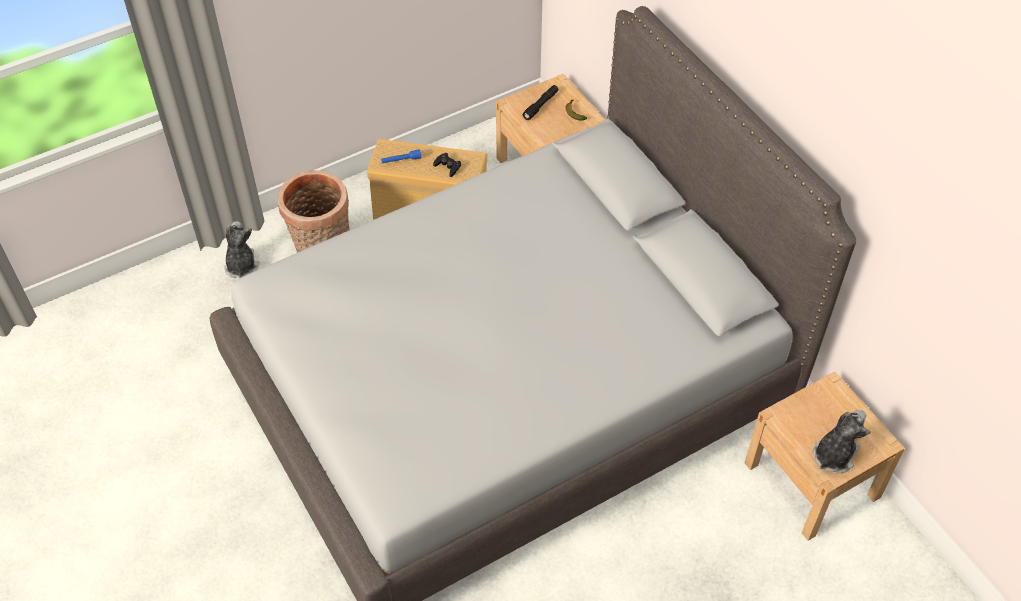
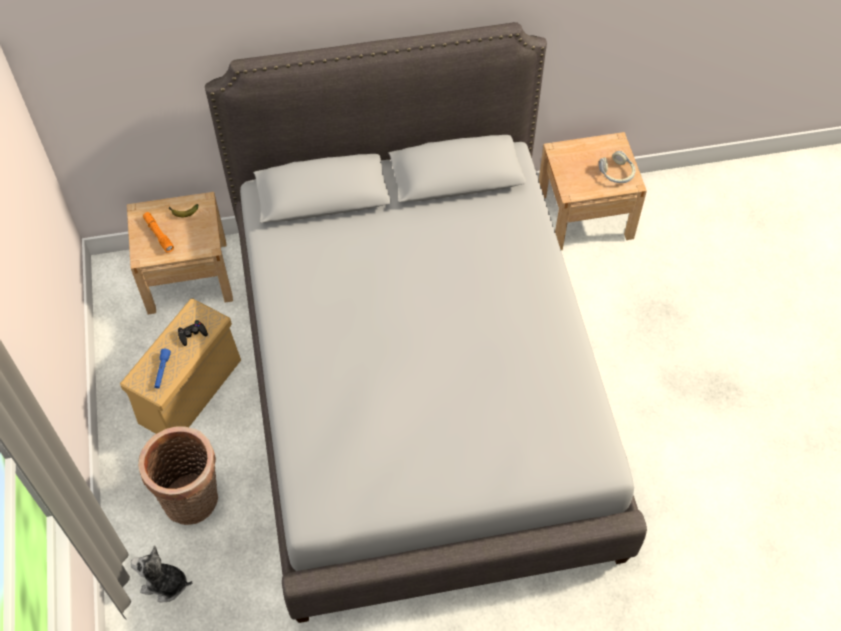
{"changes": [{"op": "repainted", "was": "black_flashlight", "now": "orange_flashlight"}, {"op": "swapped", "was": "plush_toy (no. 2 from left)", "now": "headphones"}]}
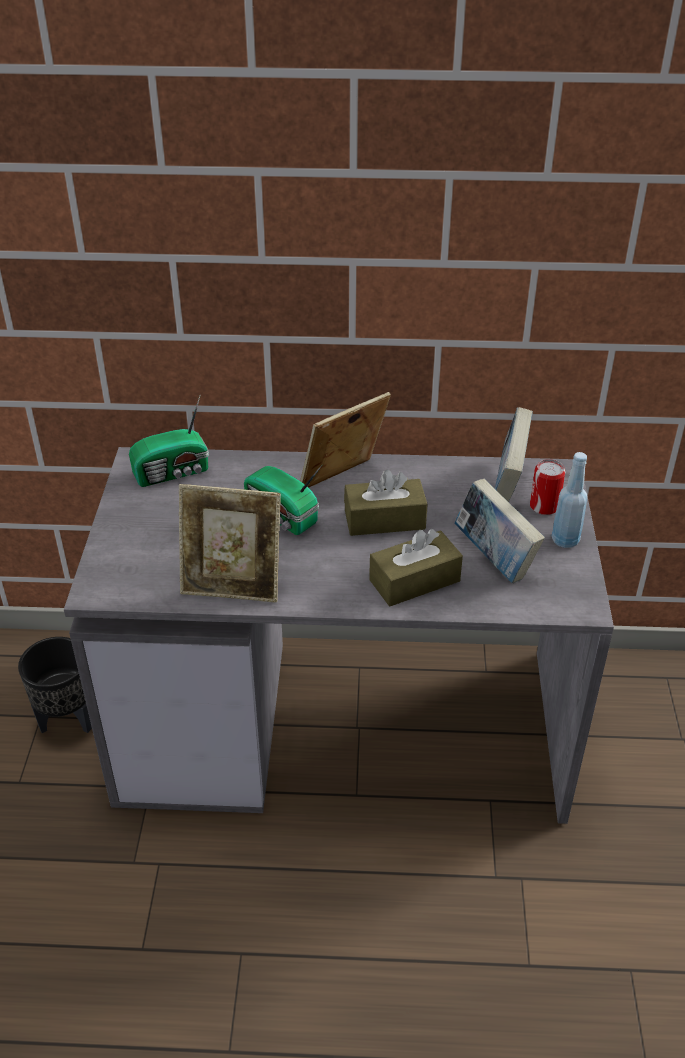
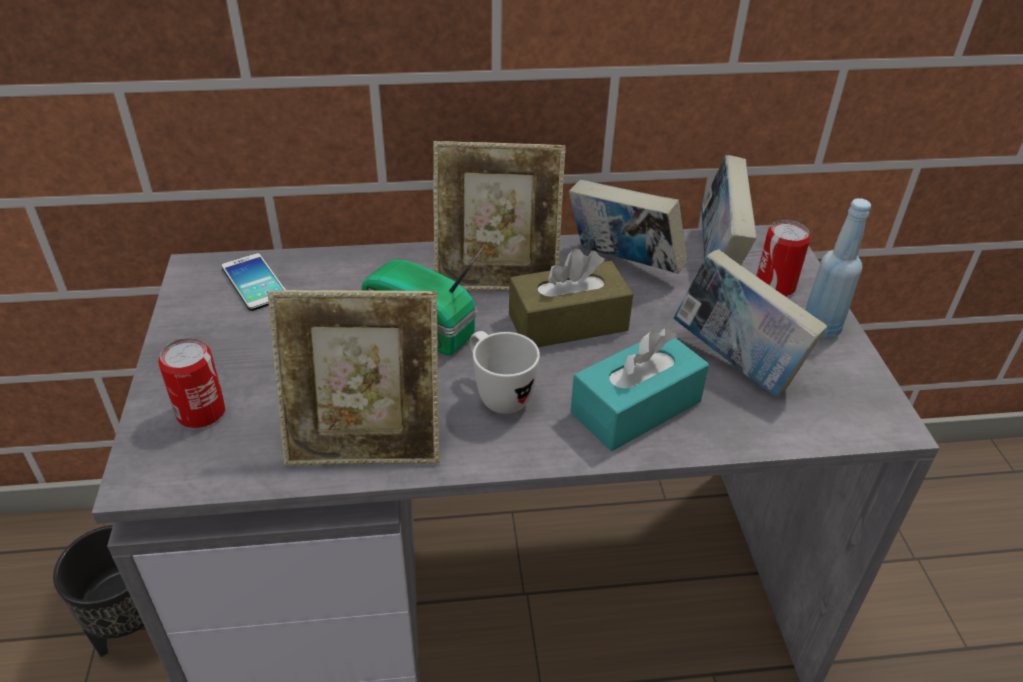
{"changes": [{"op": "rotated", "was": "picture_frame (no. 2 from left)", "clockwise": -135}, {"op": "swapped", "was": "radio (no. 1 from left)", "now": "phone"}, {"op": "repainted", "was": "brown_tissue_box (no. 2 from left)", "now": "turquoise_tissue_box"}, {"op": "new", "now": "book (no. 1 from left)"}, {"op": "new", "now": "white_mug"}, {"op": "new", "now": "can (no. 1 from left)"}]}
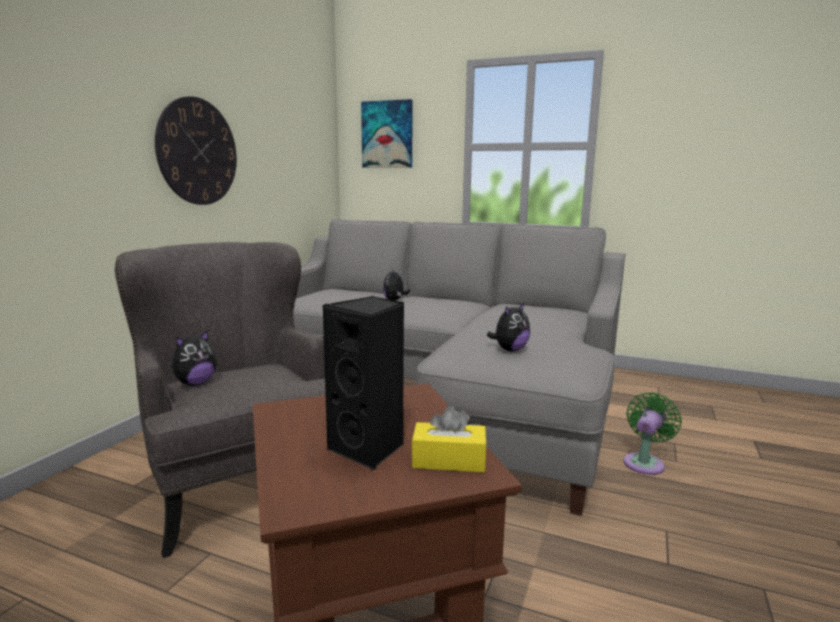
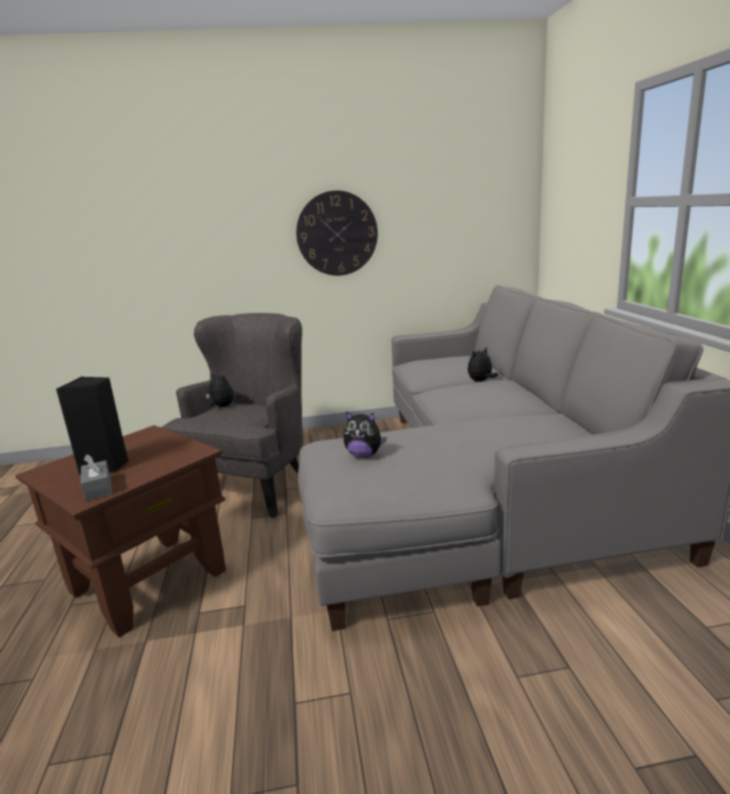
{"changes": [{"op": "gone", "was": "picture"}, {"op": "rotated", "was": "plush_toy (no. 1 from left)", "clockwise": -150}, {"op": "gone", "was": "green_fan"}, {"op": "repainted", "was": "yellow_tissue_box", "now": "grey_tissue_box"}]}
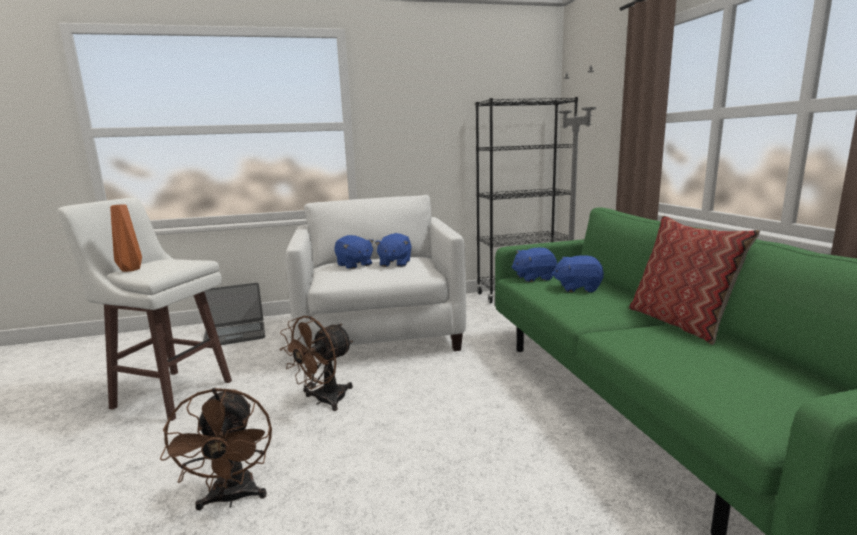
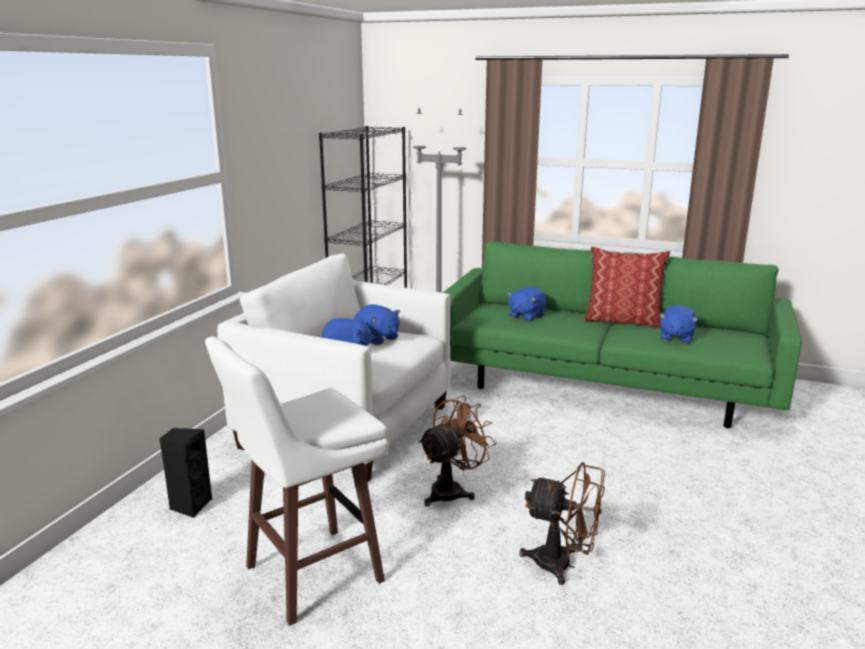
{"changes": [{"op": "gone", "was": "orange_vase"}, {"op": "shifted", "was": "blue_plush_toy (no. 3 from left in the first image)", "now": "blue_plush_toy (no. 4 from left)"}, {"op": "swapped", "was": "laptop", "now": "black_speaker"}, {"op": "rotated", "was": "brown_fan (no. 2 from left in the first image)", "clockwise": -120}]}
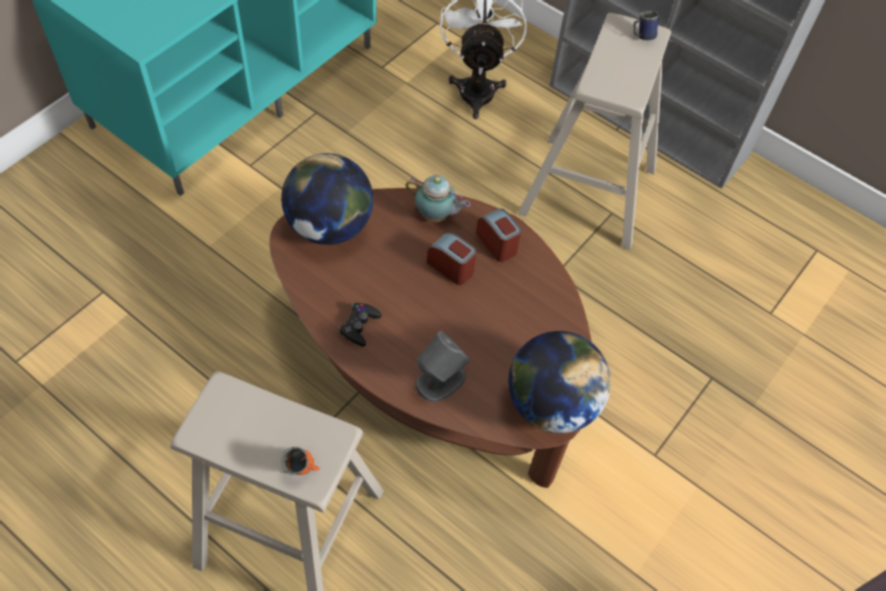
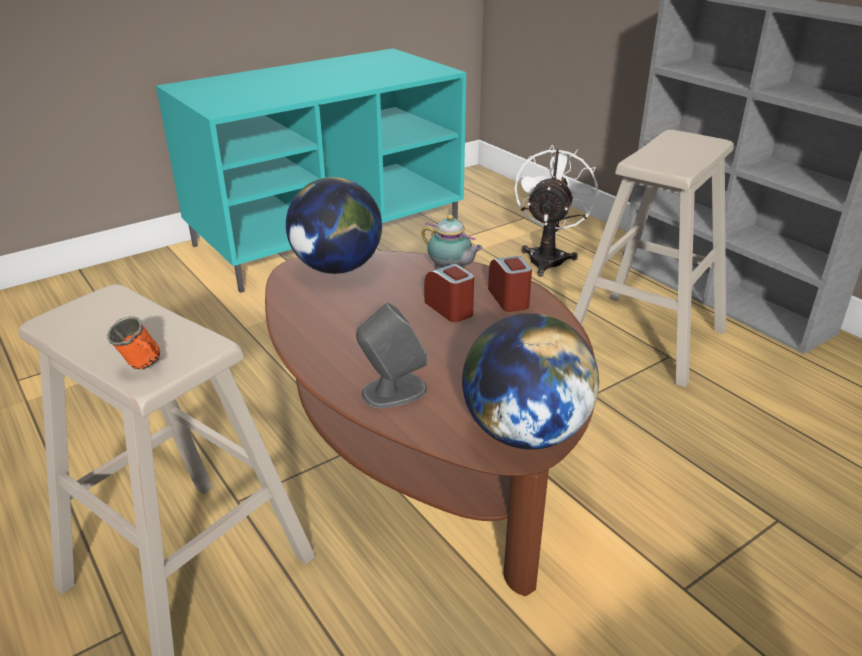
{"changes": [{"op": "gone", "was": "blue_mug"}, {"op": "gone", "was": "black_game_controller"}]}
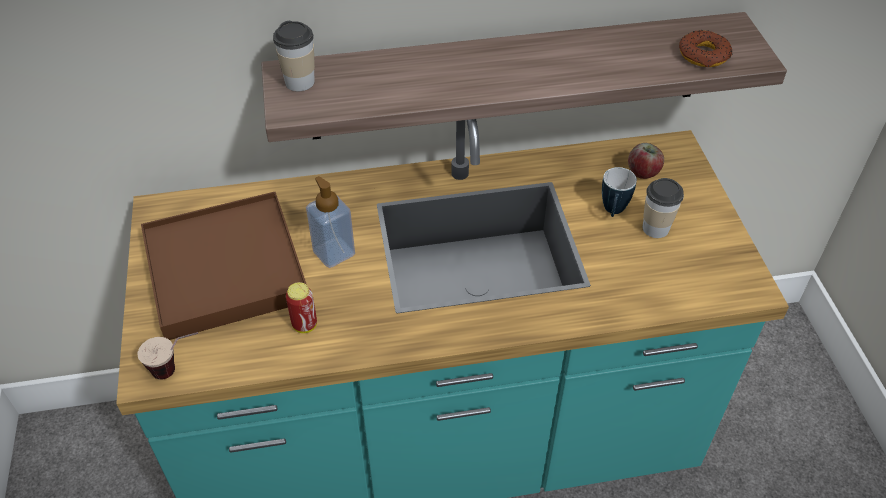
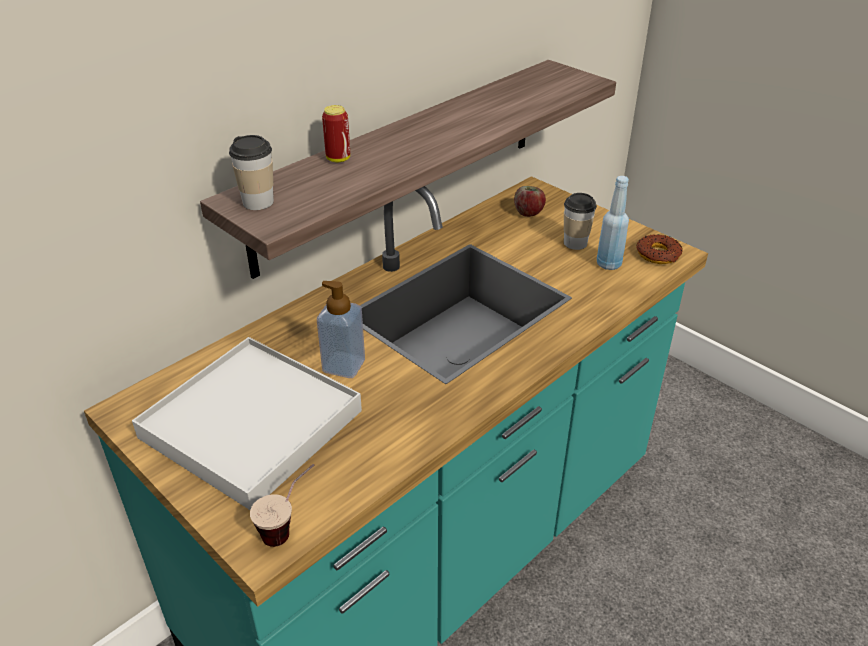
{"changes": [{"op": "shifted", "was": "donut"}, {"op": "gone", "was": "mug"}, {"op": "repainted", "was": "brown_tray", "now": "white_tray"}, {"op": "shifted", "was": "can"}, {"op": "new", "now": "blue_bottle"}]}
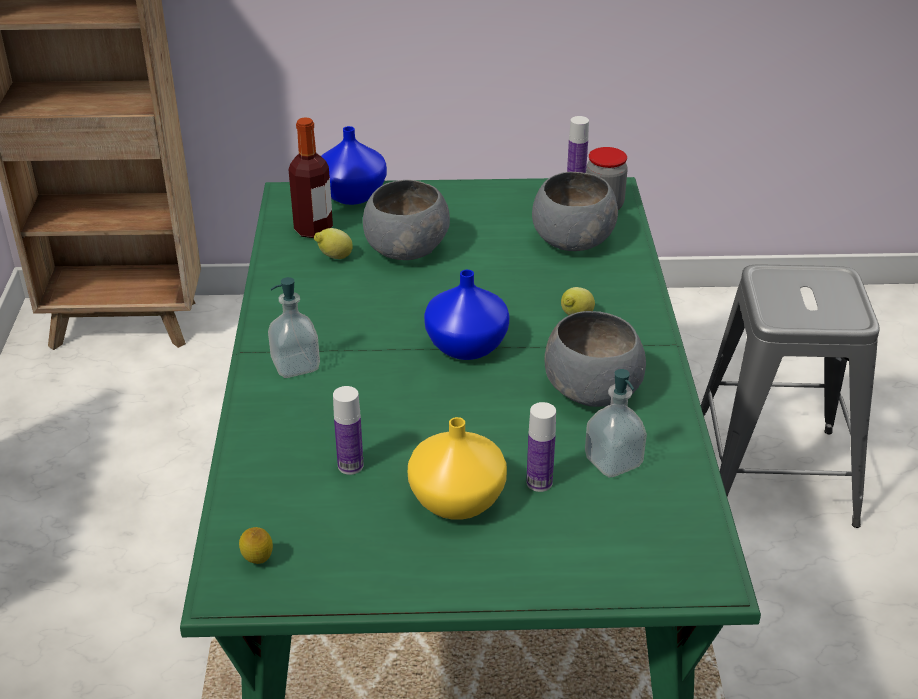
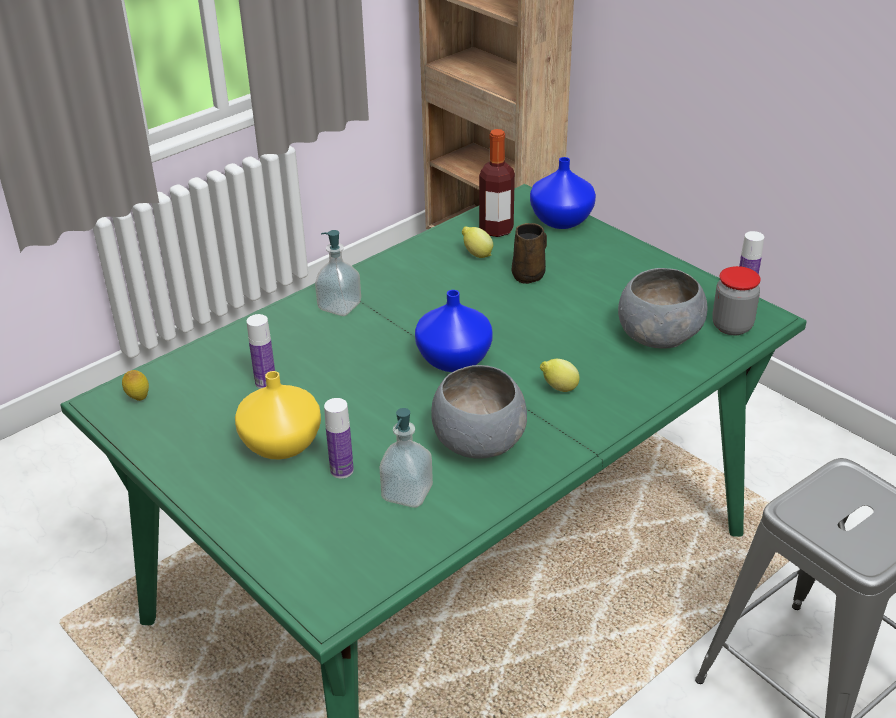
{"changes": [{"op": "swapped", "was": "grey_bowl (no. 1 from left)", "now": "brown_mug"}]}
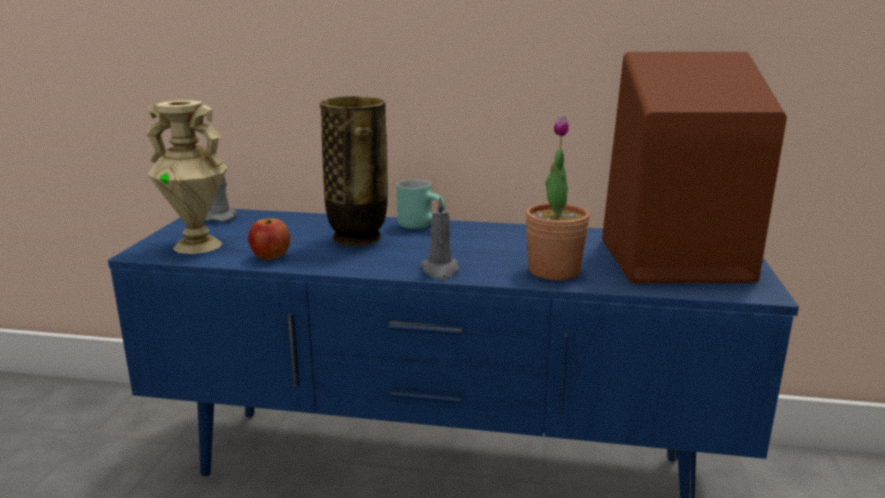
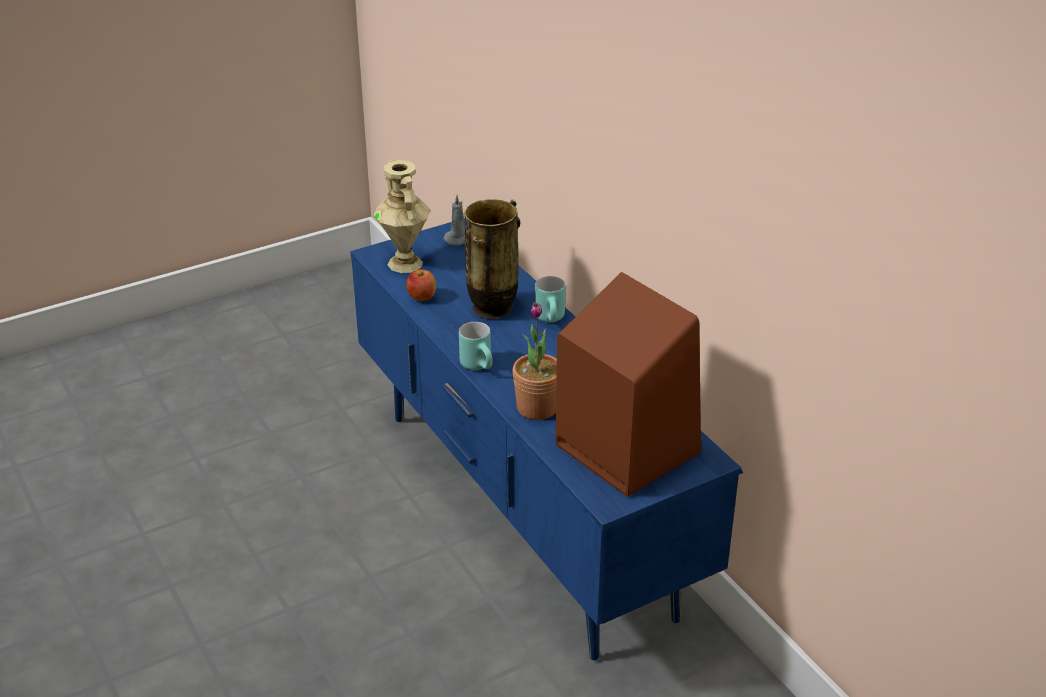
{"changes": [{"op": "swapped", "was": "grey_candle (no. 2 from left)", "now": "turquoise_mug (no. 1 from left)"}]}
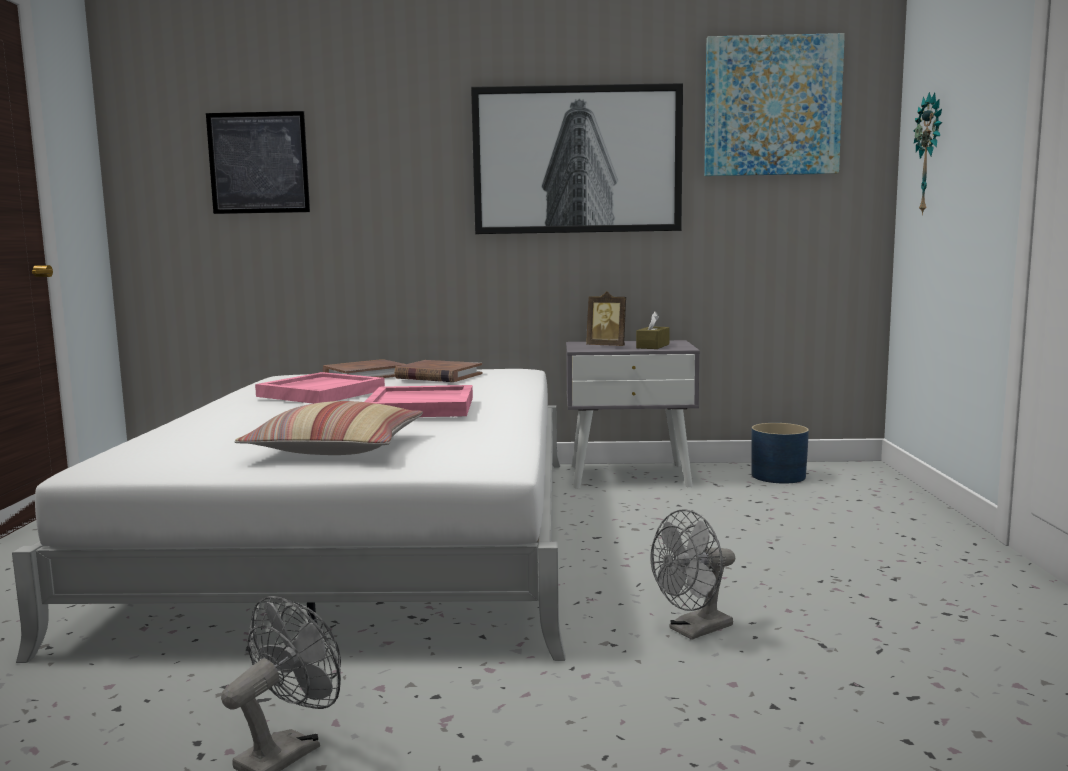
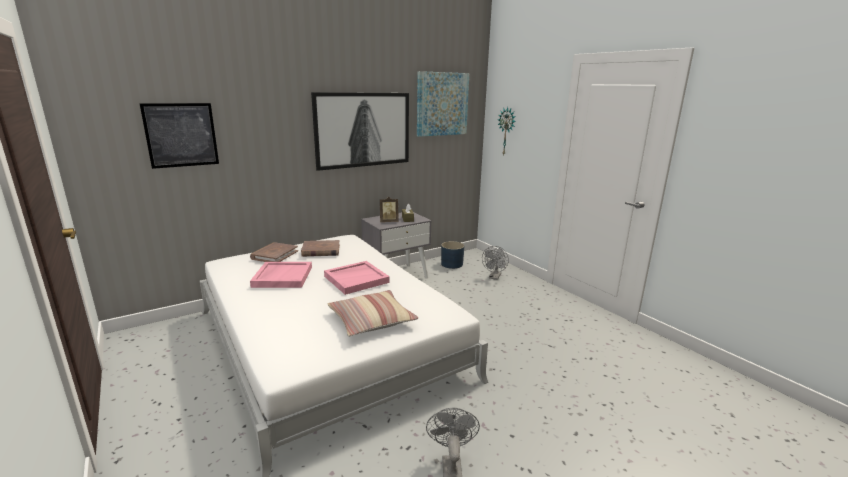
{"changes": [{"op": "shifted", "was": "grey_fan (no. 2 from left)"}]}
